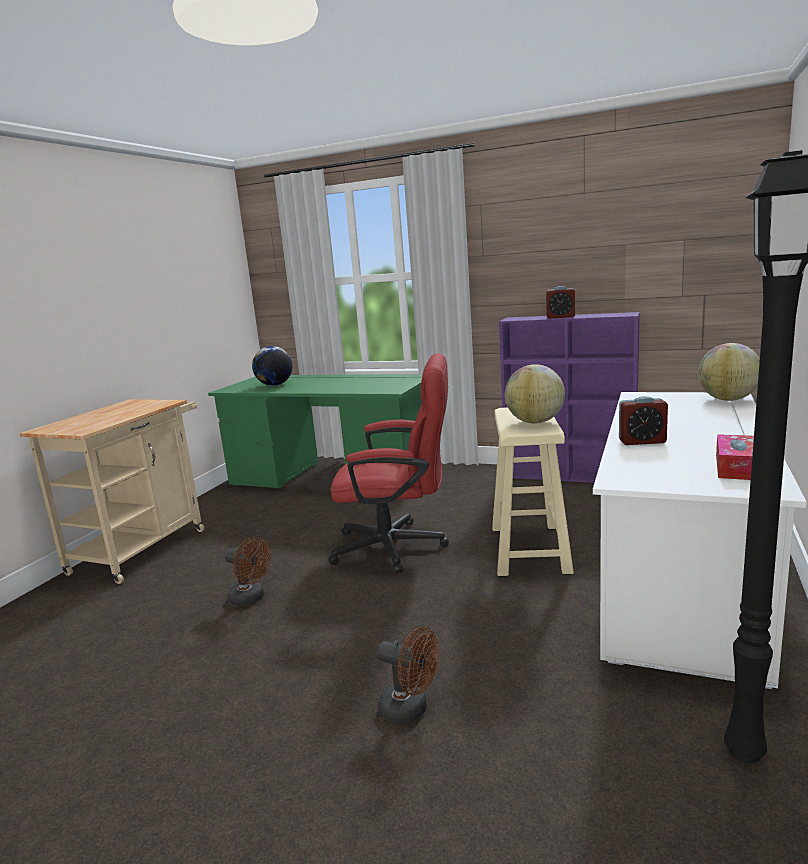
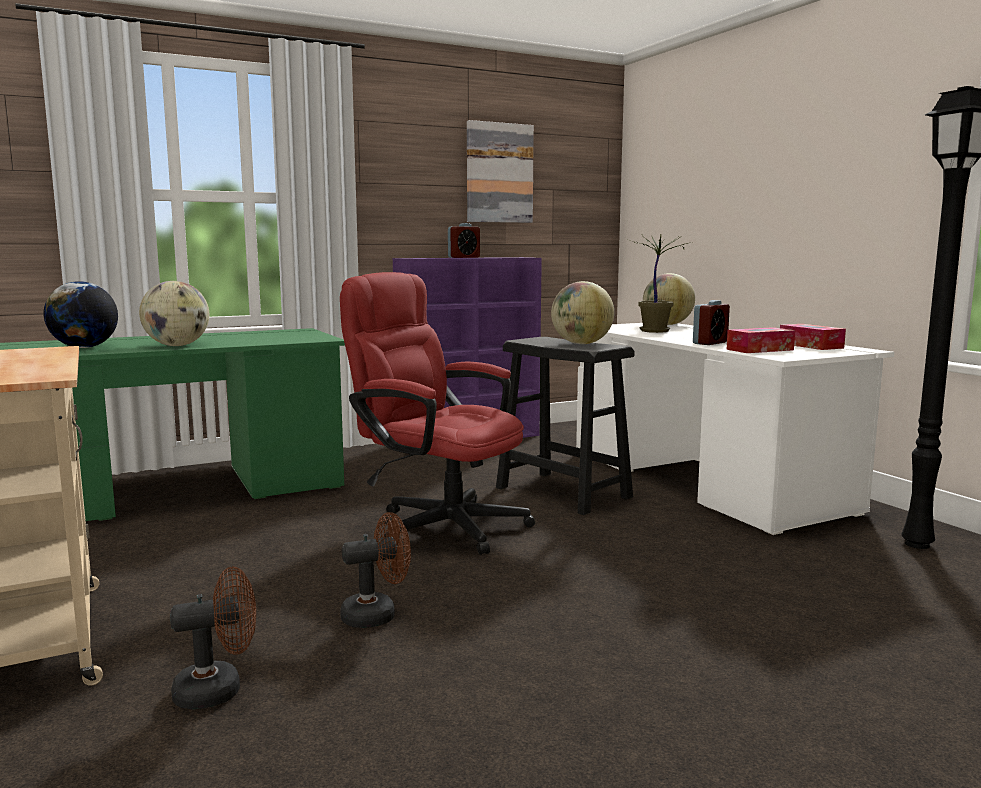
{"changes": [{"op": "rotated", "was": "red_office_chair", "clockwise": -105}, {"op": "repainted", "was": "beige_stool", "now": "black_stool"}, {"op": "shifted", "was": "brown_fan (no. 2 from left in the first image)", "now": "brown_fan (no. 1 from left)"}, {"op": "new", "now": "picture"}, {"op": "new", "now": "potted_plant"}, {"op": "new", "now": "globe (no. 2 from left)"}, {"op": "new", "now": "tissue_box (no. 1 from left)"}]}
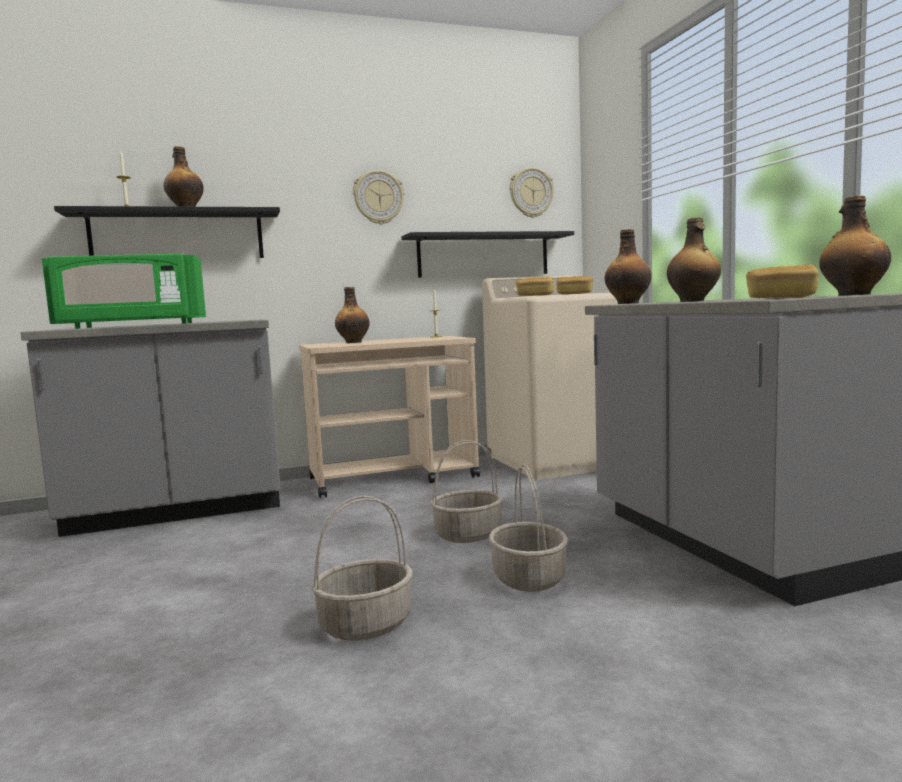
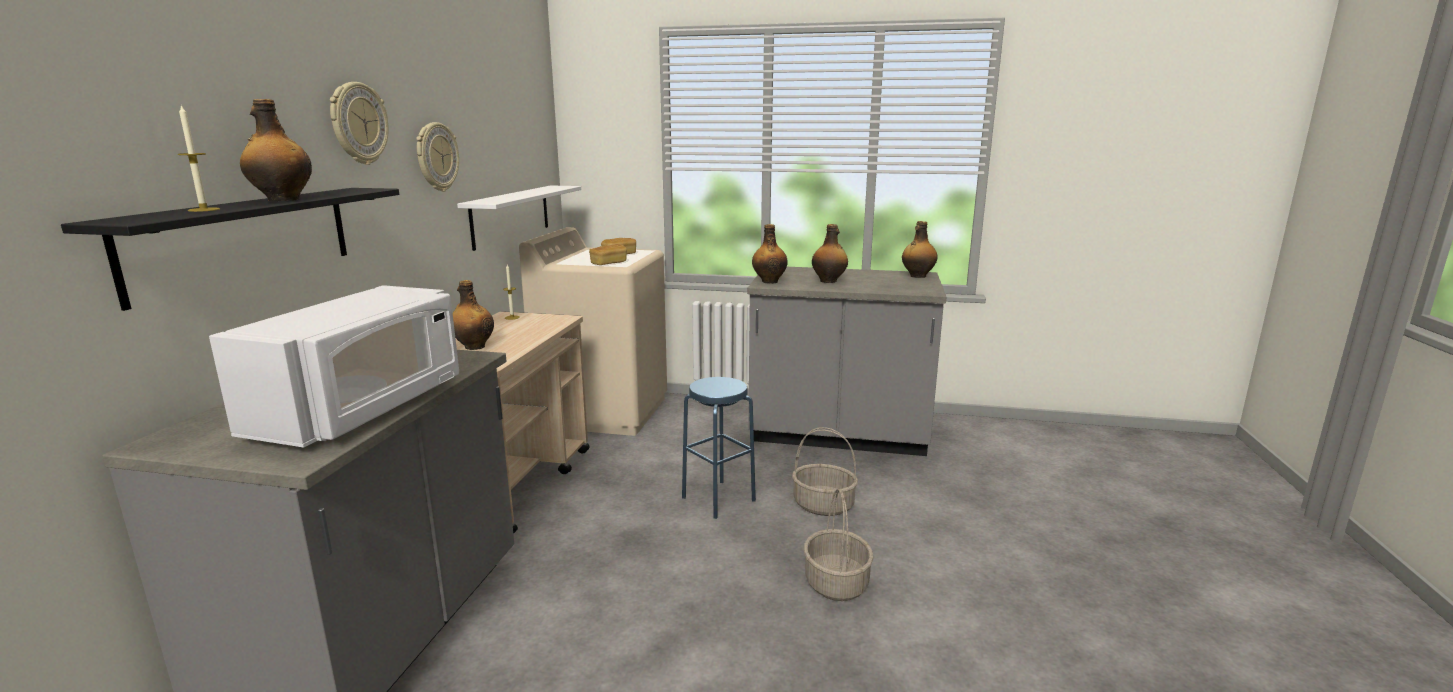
{"changes": [{"op": "shifted", "was": "wall_clock (no. 2 from left in the first image)", "now": "wall_clock (no. 1 from left)"}, {"op": "repainted", "was": "black_shelf (no. 2 from left)", "now": "white_shelf"}, {"op": "repainted", "was": "green_microwave", "now": "white_microwave"}, {"op": "gone", "was": "bread (no. 3 from left)"}, {"op": "swapped", "was": "basket (no. 2 from left)", "now": "blue_stool"}]}
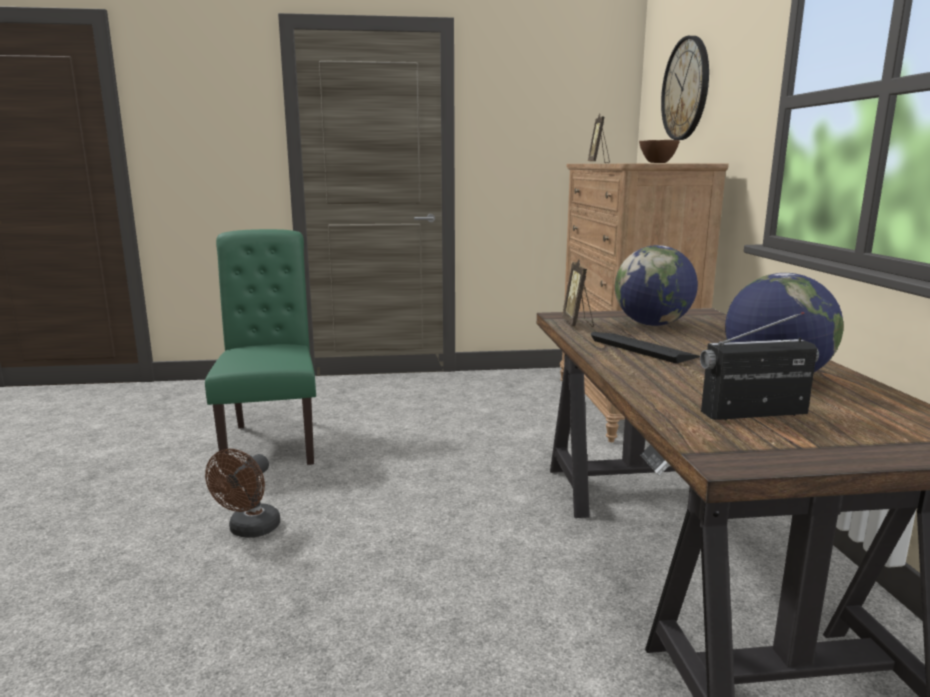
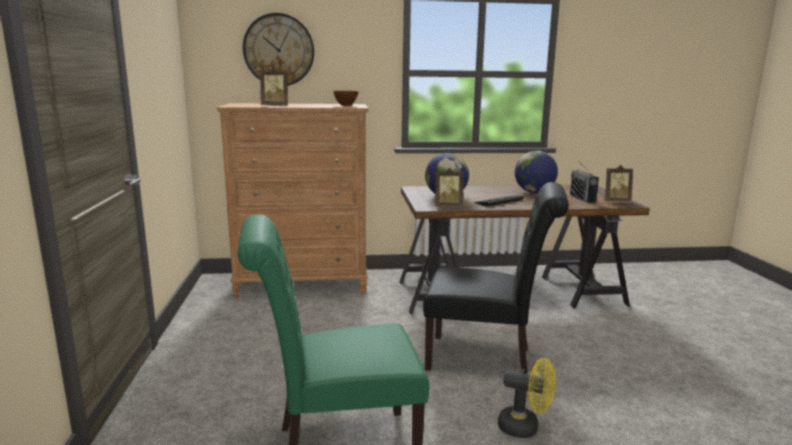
{"changes": [{"op": "repainted", "was": "brown_fan", "now": "yellow_fan"}, {"op": "new", "now": "picture_frame (no. 3 from left)"}, {"op": "new", "now": "black_chair"}]}
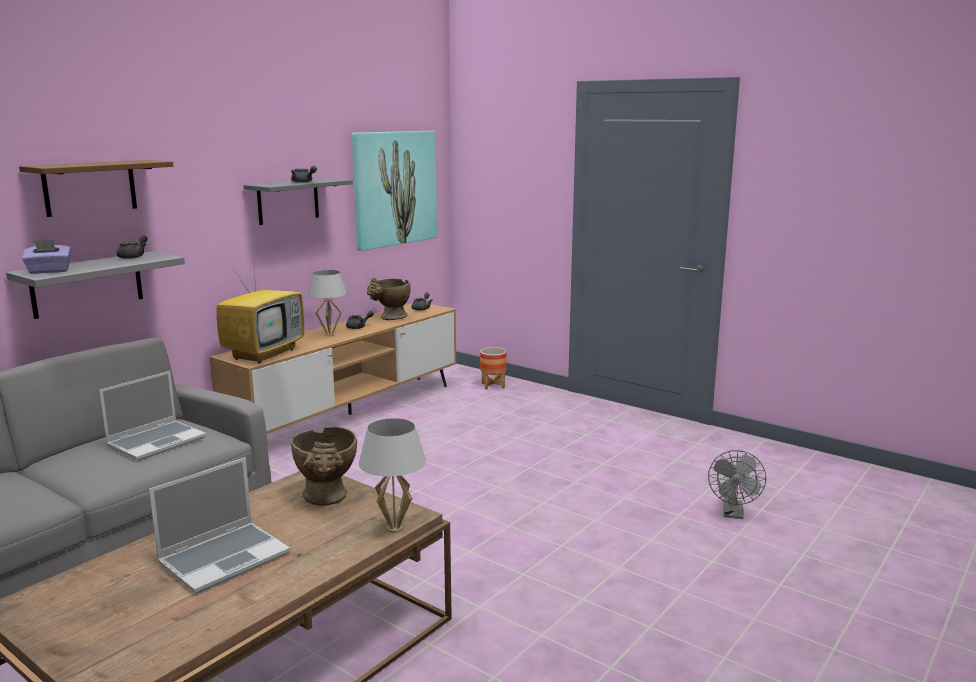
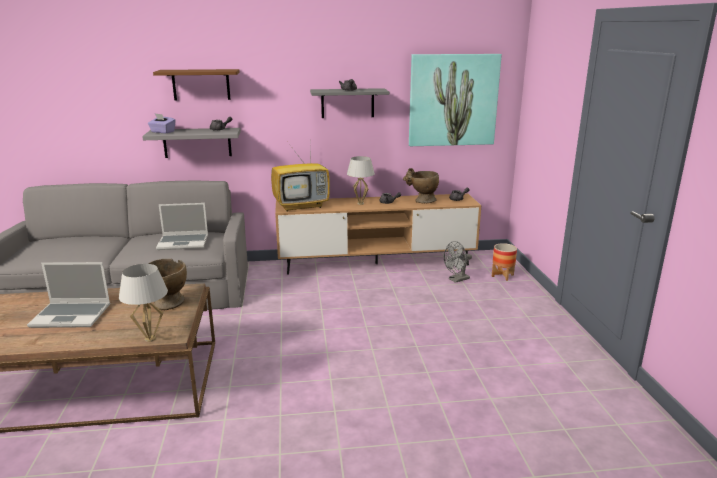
{"changes": [{"op": "shifted", "was": "grey_fan"}]}
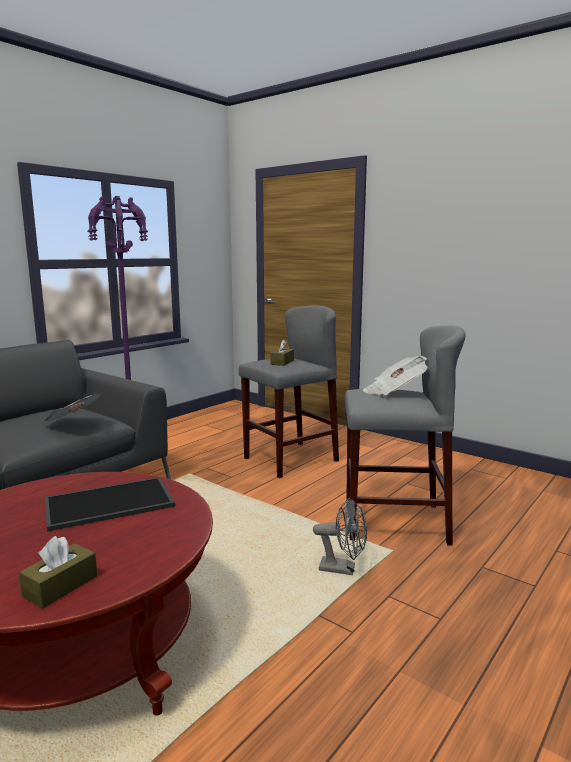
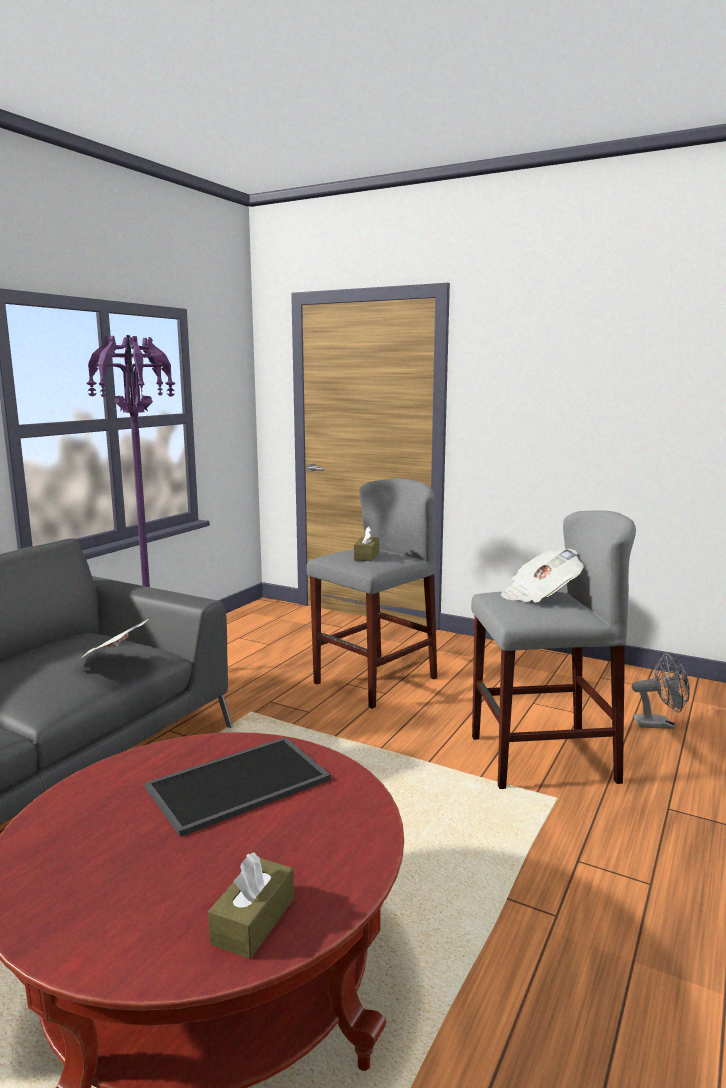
{"changes": [{"op": "shifted", "was": "grey_fan"}]}
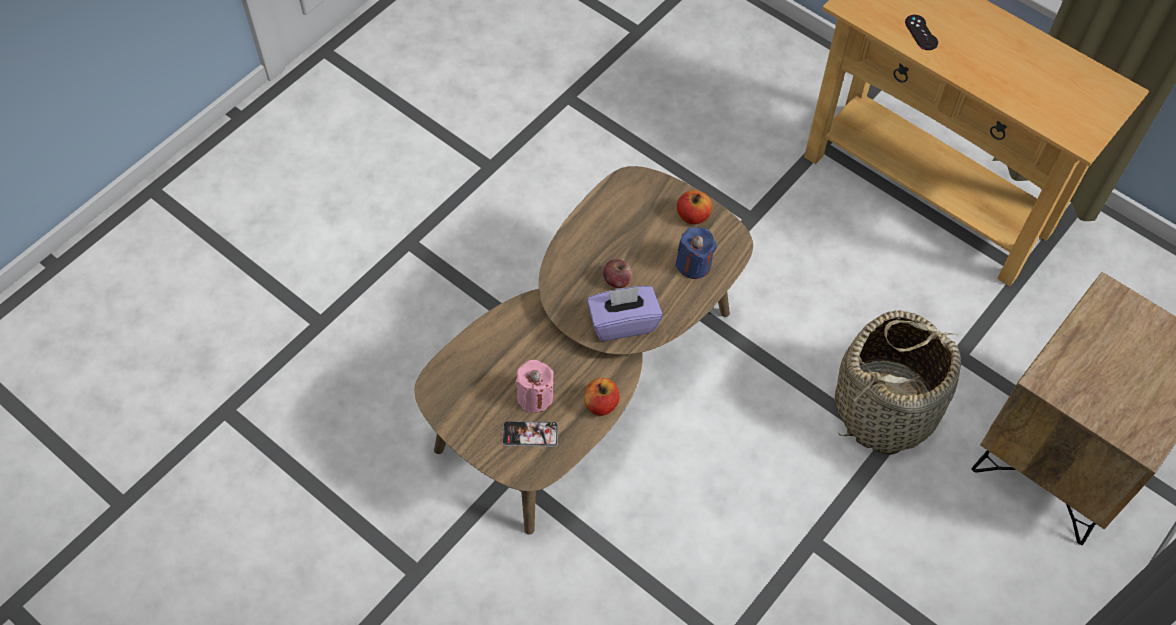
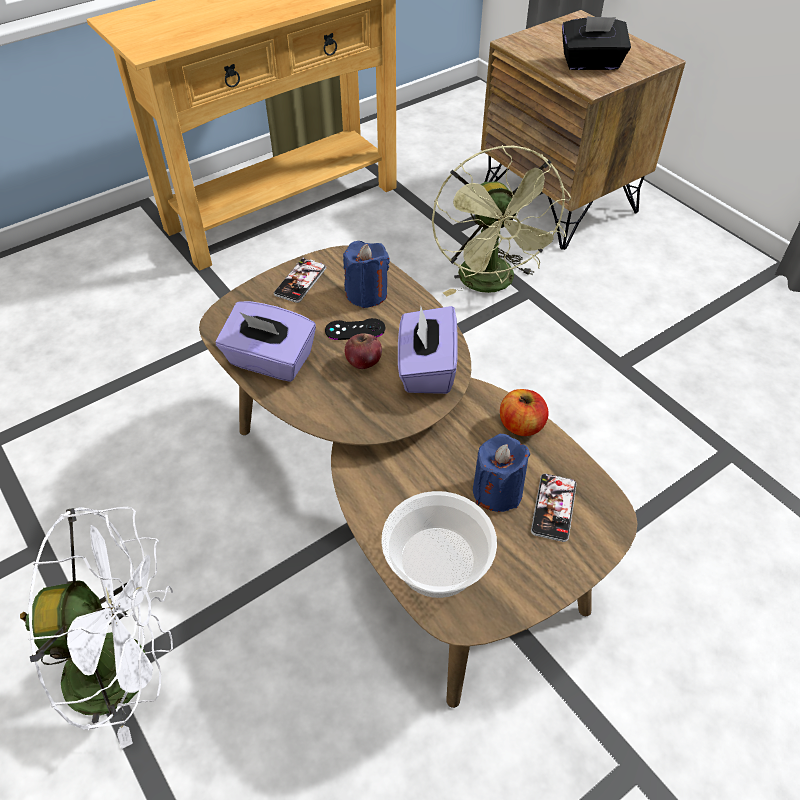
{"changes": [{"op": "shifted", "was": "black_game_controller"}, {"op": "swapped", "was": "apple (no. 3 from left)", "now": "phone (no. 1 from left)"}, {"op": "swapped", "was": "basket", "now": "green_fan"}, {"op": "repainted", "was": "pink_candle", "now": "blue_candle (no. 2 from left)"}, {"op": "new", "now": "black_tissue_box"}, {"op": "new", "now": "purple_tissue_box (no. 1 from left)"}, {"op": "new", "now": "bowl"}, {"op": "new", "now": "white_fan"}]}
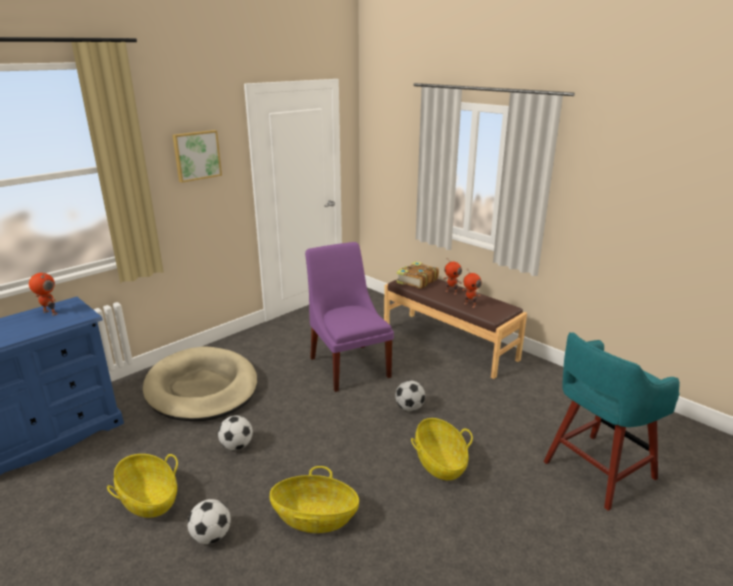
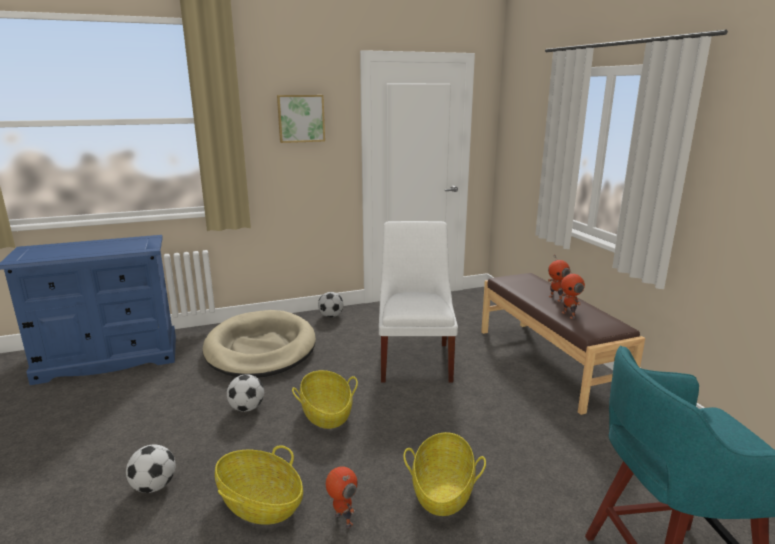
{"changes": [{"op": "repainted", "was": "purple_chair", "now": "white_chair"}, {"op": "gone", "was": "book"}, {"op": "shifted", "was": "toy_robot (no. 1 from left)"}, {"op": "shifted", "was": "football (no. 3 from left)"}, {"op": "shifted", "was": "basket (no. 1 from left in the first image)", "now": "basket (no. 2 from left)"}]}
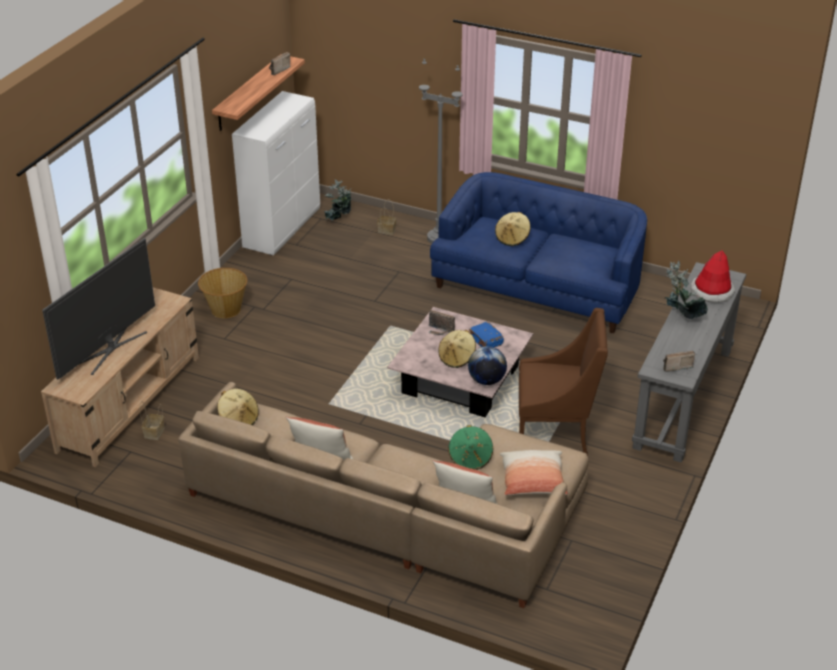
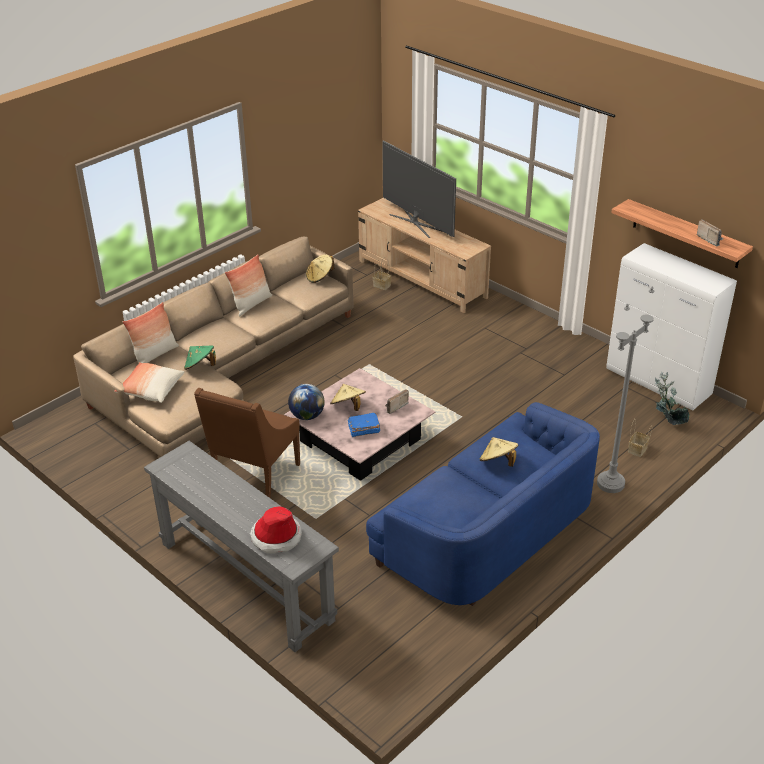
{"changes": [{"op": "gone", "was": "potted_plant (no. 2 from left)"}, {"op": "gone", "was": "basket (no. 2 from left)"}, {"op": "gone", "was": "radio (no. 3 from left)"}]}
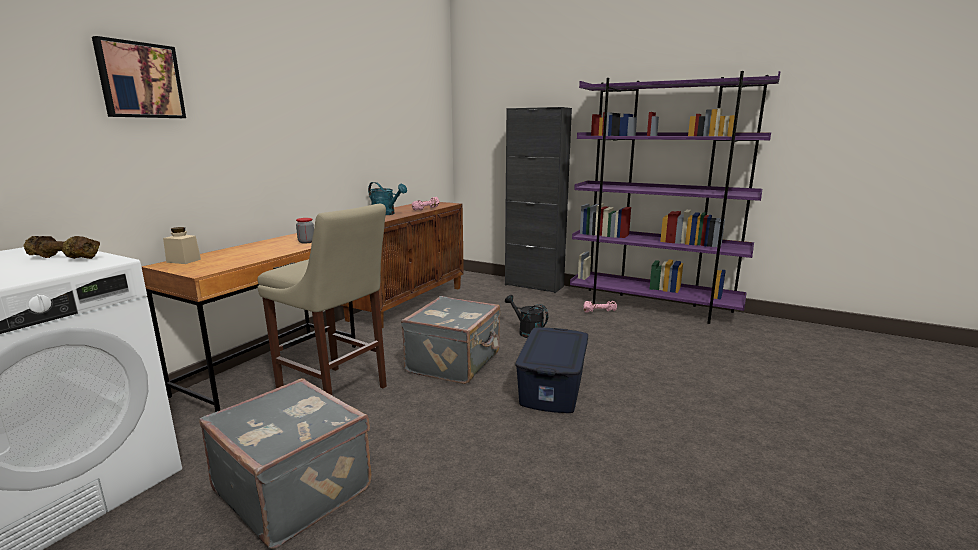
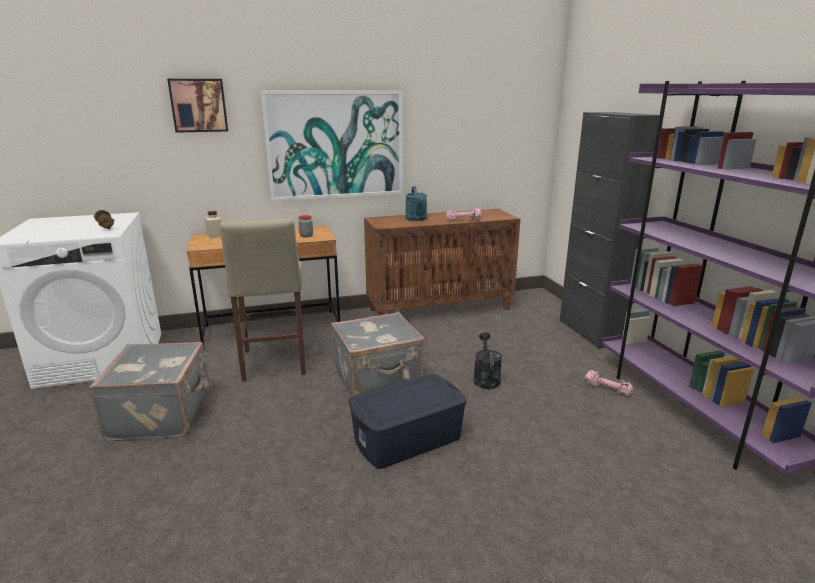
{"changes": [{"op": "new", "now": "picture (no. 2 from left)"}]}
